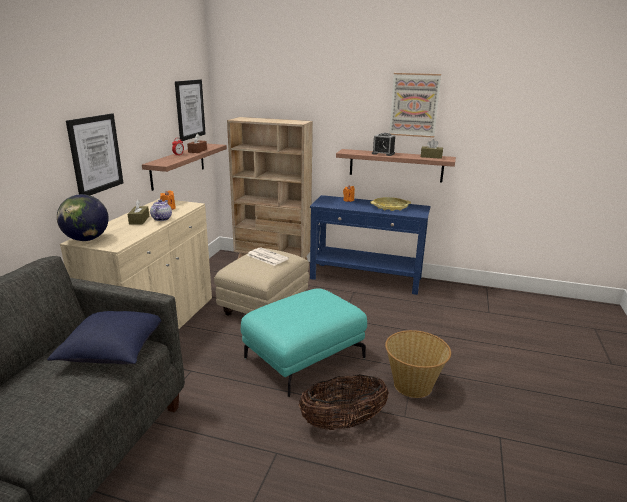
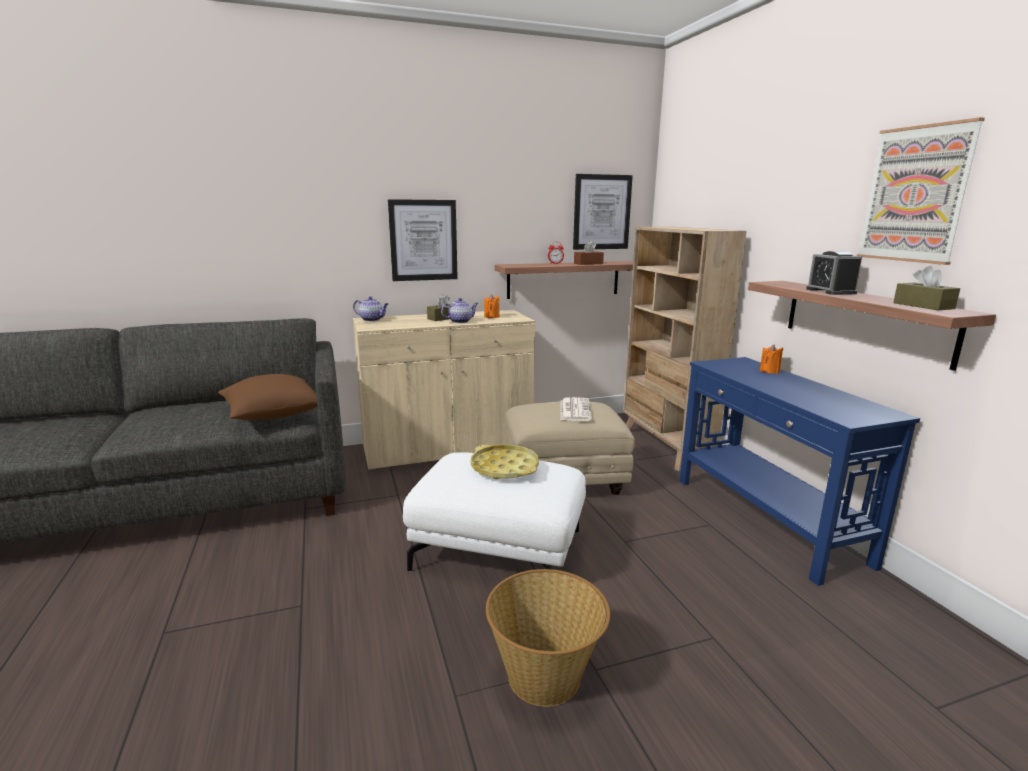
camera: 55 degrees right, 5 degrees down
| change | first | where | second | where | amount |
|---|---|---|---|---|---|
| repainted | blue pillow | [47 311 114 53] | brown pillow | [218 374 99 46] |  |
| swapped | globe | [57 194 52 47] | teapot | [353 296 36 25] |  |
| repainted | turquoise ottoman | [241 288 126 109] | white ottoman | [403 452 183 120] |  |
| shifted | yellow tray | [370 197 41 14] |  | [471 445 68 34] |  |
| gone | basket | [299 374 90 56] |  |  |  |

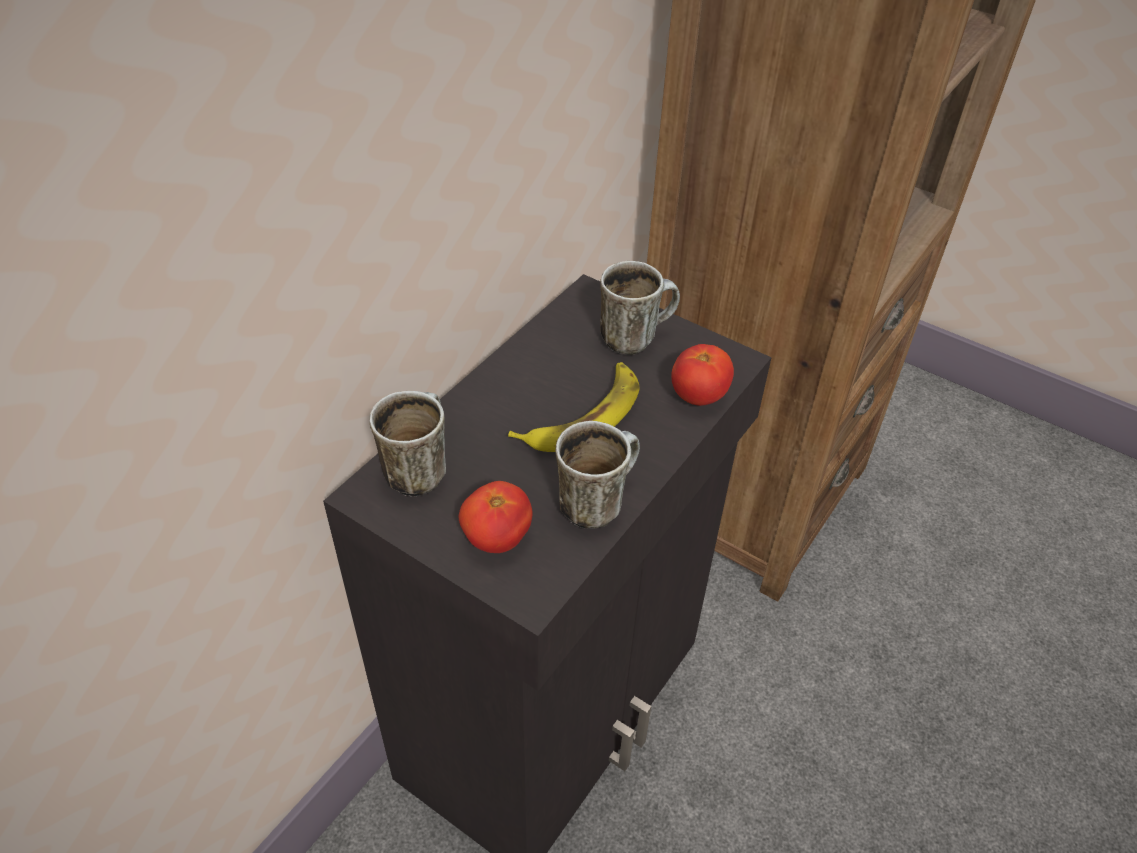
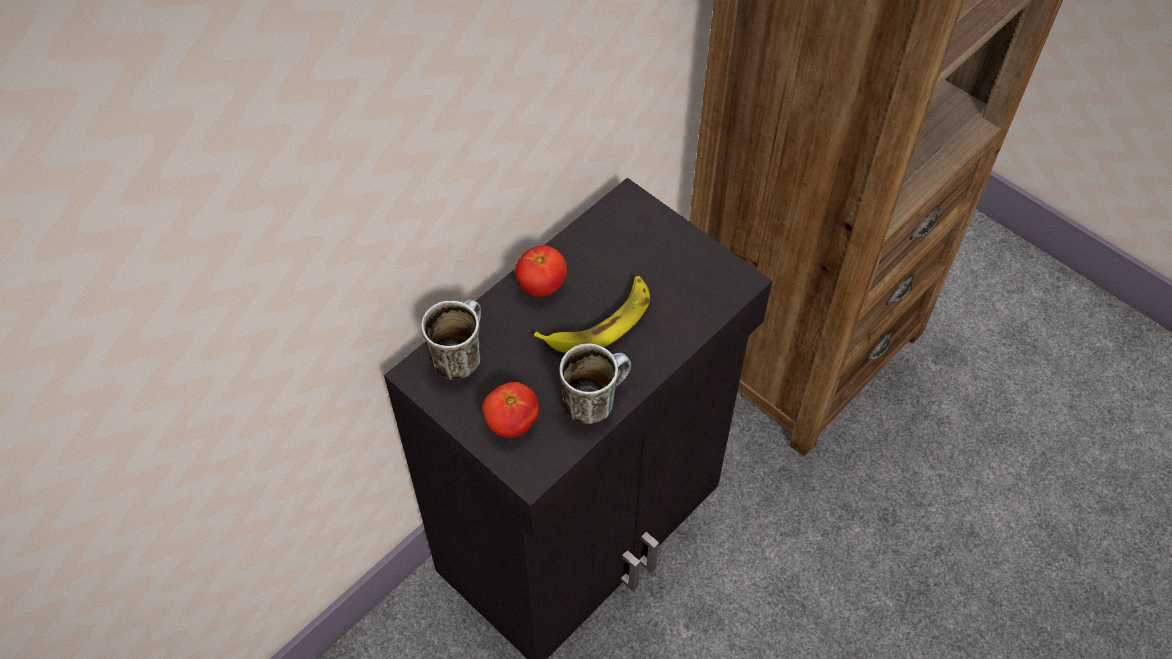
camera: 10 degrees right, 10 degrees up
| change | first | where | second | where | amount |
|---|---|---|---|---|---|
| shifted | tomato | [671 344 63 62] |  | [515 245 52 52] |  |
| gone | mug | [600 261 80 94] |  |  |  |

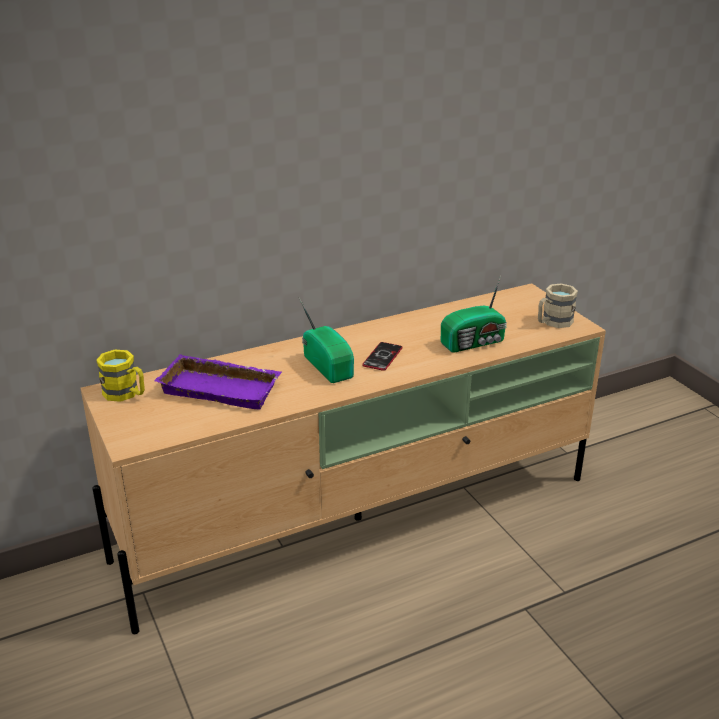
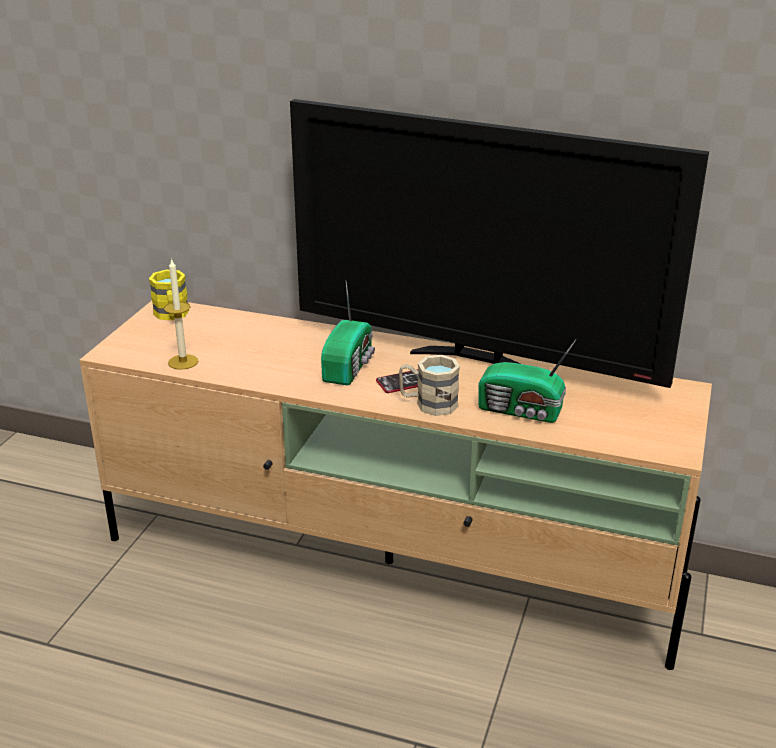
camera: 45 degrees right, 0 degrees up
| change | first | where | second | where | amount |
|---|---|---|---|---|---|
| new |  |  | candle | [164 258 34 112] |  |
| new |  |  | television | [290 99 419 289] |  |
| shifted | beige mug | [538 283 40 45] |  | [399 355 61 61] |  |
| gone | purple tray | [154 355 128 55] |  |  |  |

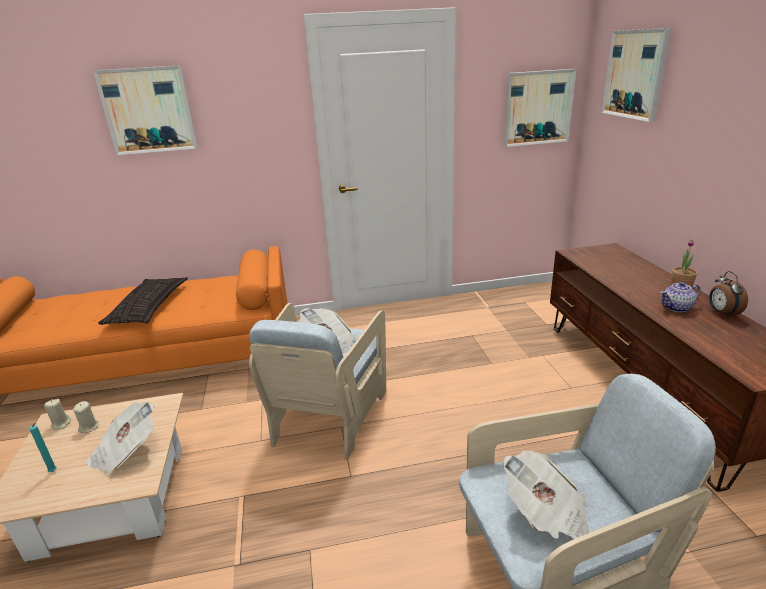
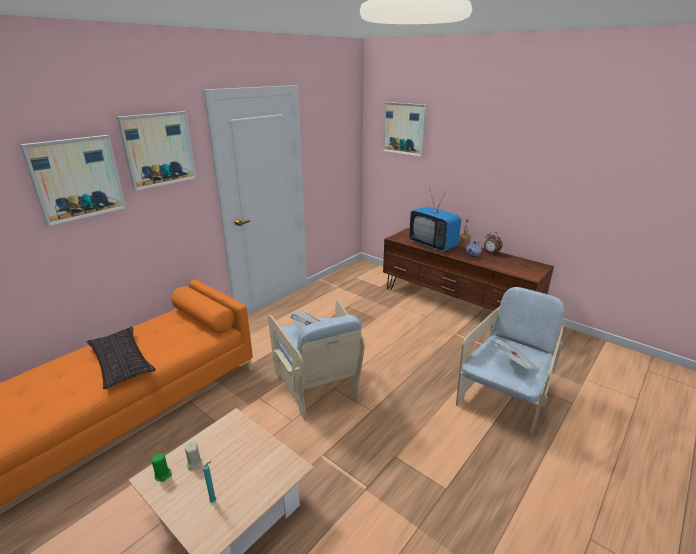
camera: 40 degrees left, 0 degrees up
| change | first | where | second | where | amount |
|---|---|---|---|---|---|
| shifted | picture | [504 69 72 78] |  | [117 111 80 80] |  |
| repainted | beige candle | [44 399 27 31] | green candle | [151 453 21 28] |  |
| new |  |  | television | [409 187 52 65] |  |
| gone | newspaper | [86 402 69 72] |  |  |  |

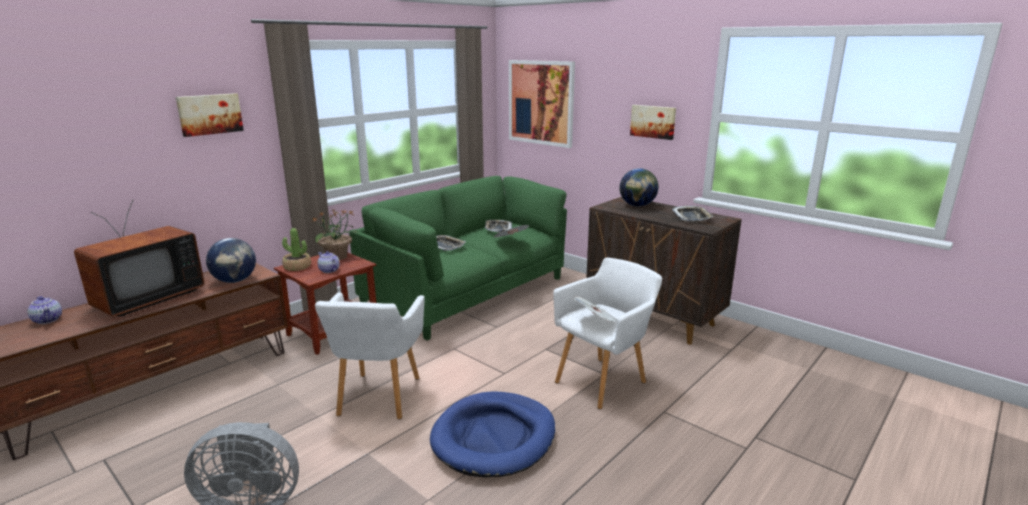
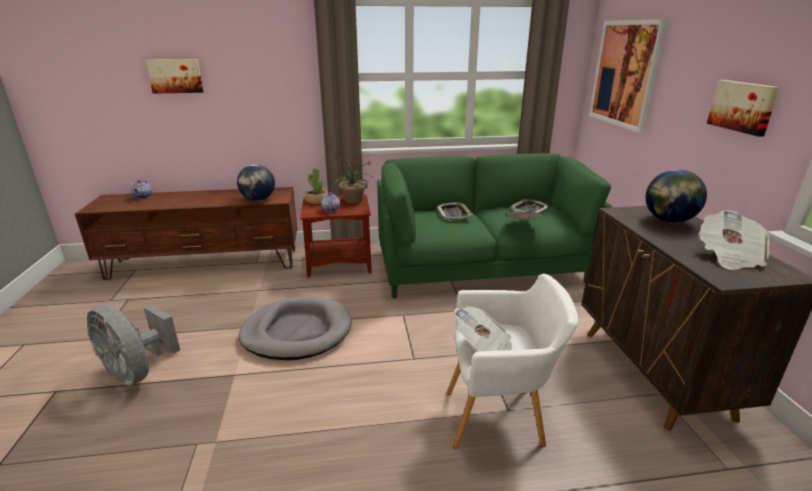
camera: 40 degrees right, 5 degrees up
| change | first | where | second | where | amount |
|---|---|---|---|---|---|
| shifted | picture | [176 93 68 44] |  | [145 59 59 35] |  |
| swapped | white armchair | [315 292 110 127] | grey dog bed | [239 296 113 64] |  |
| swapped | tray | [672 206 42 15] | newspaper | [698 210 72 60] |  |
| gone | television | [74 199 131 118] |  |  |  |
| gone | blue dog bed | [430 391 125 86] |  |  |  |

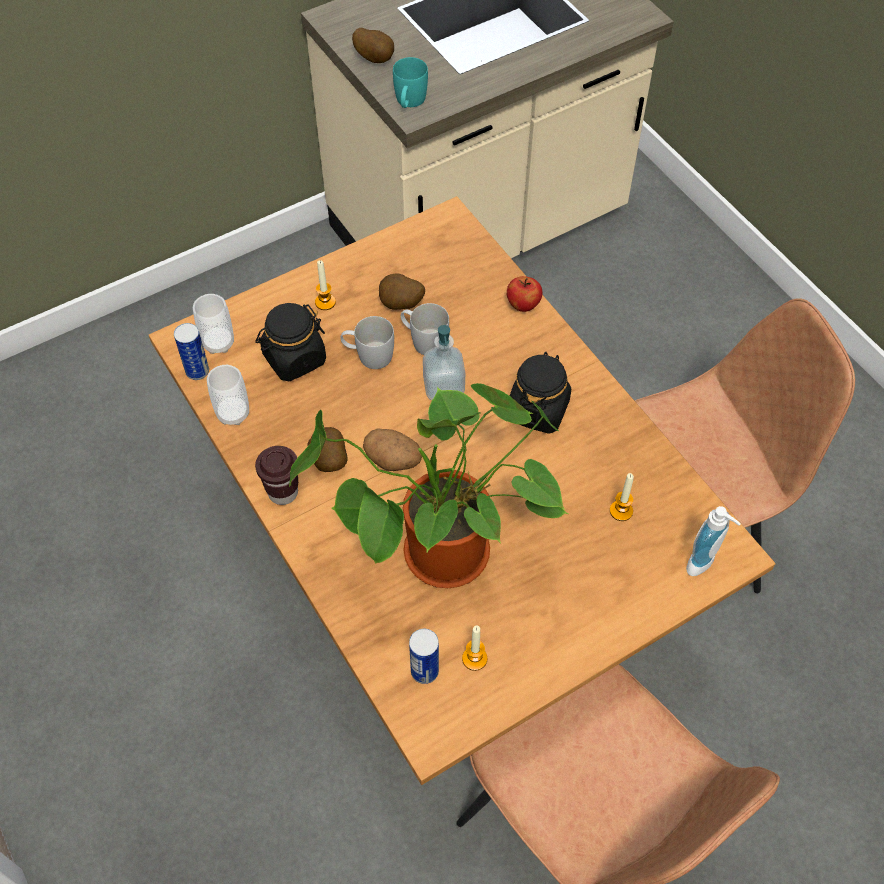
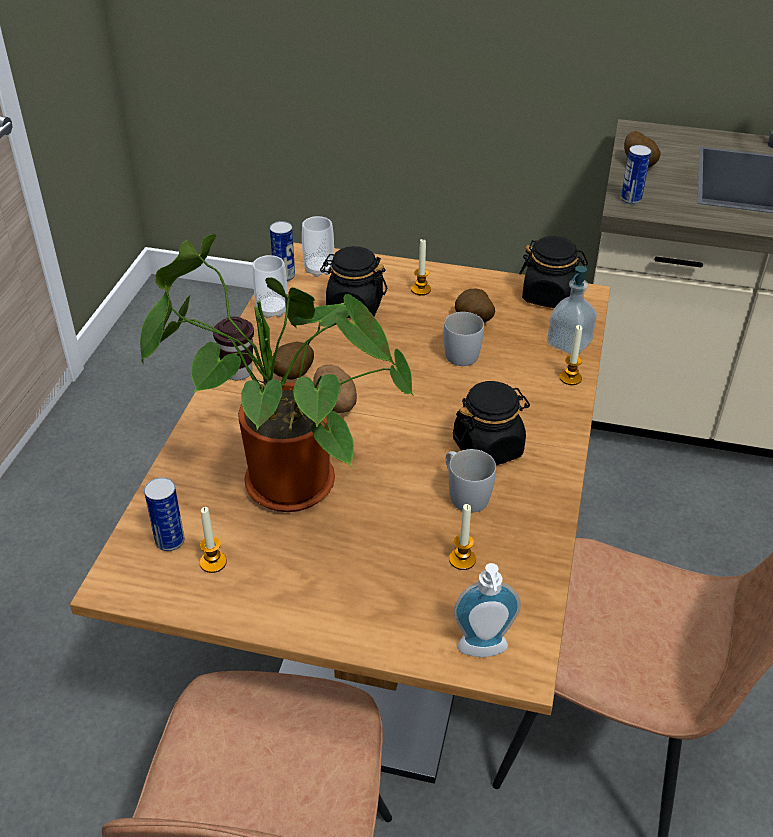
camera: 45 degrees right, 15 degrees down
| change | first | where | second | where | amount |
|---|---|---|---|---|---|
| shifted | white mug | [341 316 53 53] |  | [446 449 50 64] |  |
| new |  |  | black jar | [519 236 69 72] |  |
| shifted | soap dispenser | [423 325 42 75] |  | [547 266 50 88] |  |
| swapped | apple | [507 276 36 36] | candle | [560 325 22 60] |  |
| swapped | turquoise mug | [393 57 35 51] | can | [621 145 30 60] |  |

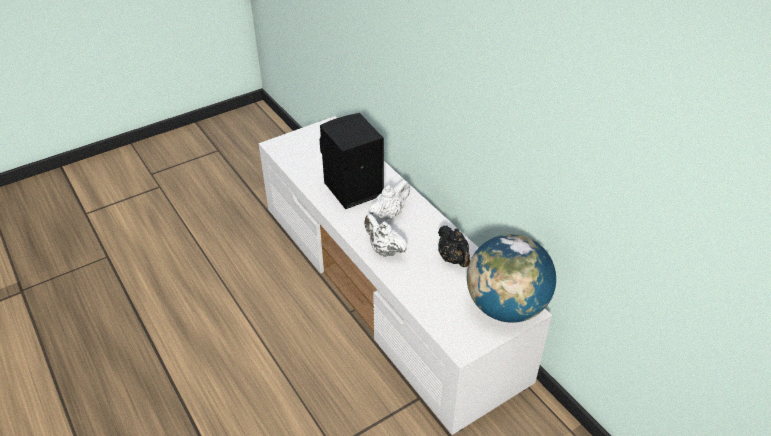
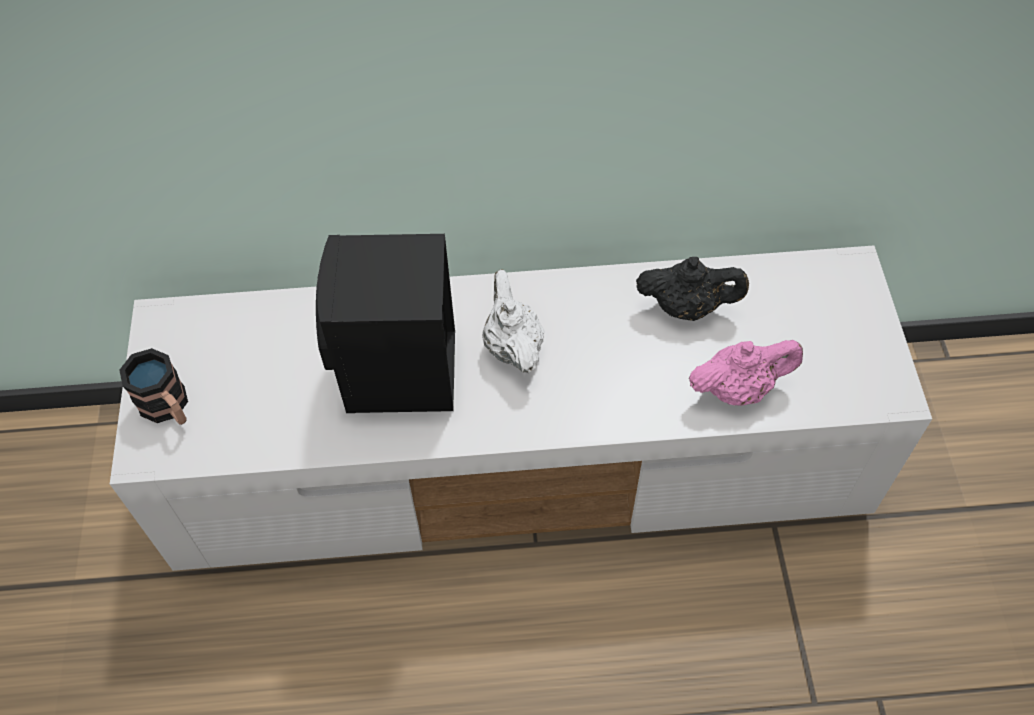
camera: 60 degrees left, 15 degrees up
| change | first | where | second | where | amount |
|---|---|---|---|---|---|
| new |  |  | mug | [119 348 69 77] |  |
| new |  |  | pink teapot | [689 340 114 66] |  |
| gone | white teapot | [364 214 44 43] |  |  |  |
| gone | globe | [467 234 89 89] |  |  |  |

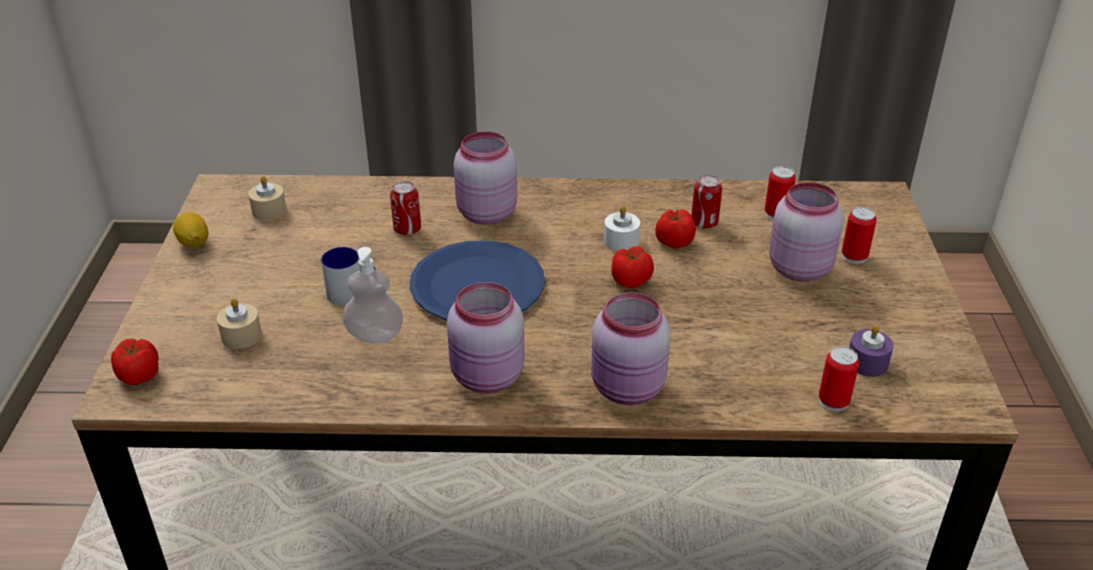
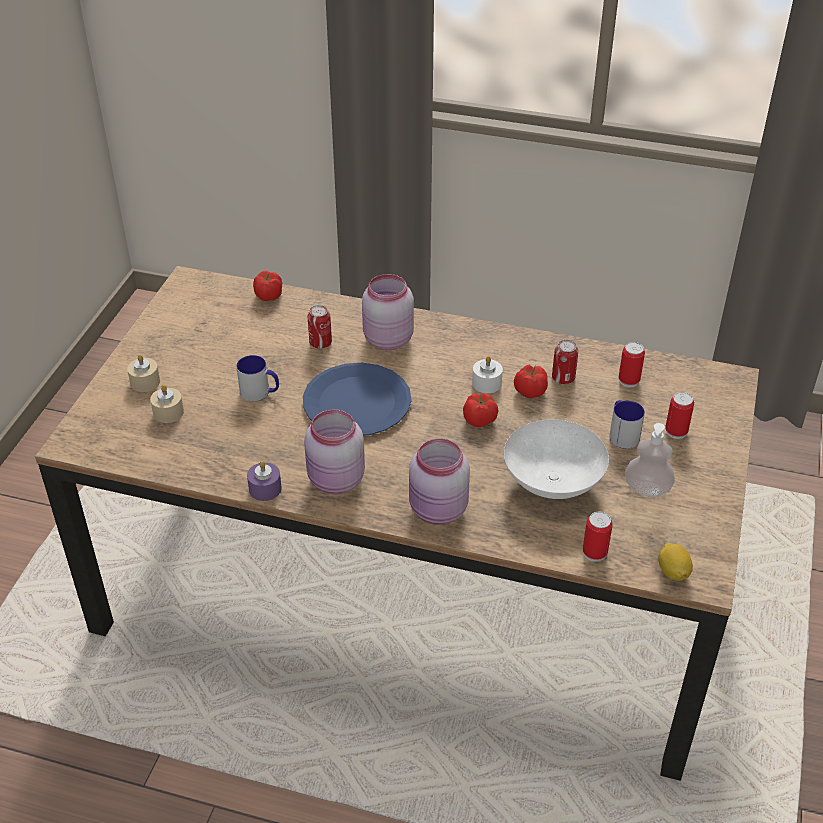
camera: 15 degrees right, 5 degrees up
| change | first | where | second | where | amount |
|---|---|---|---|---|---|
| shifted | beige candle | [248 176 39 45] |  | [127 355 33 37] |  |
| shifted | purple candle | [849 325 45 52] |  | [247 461 35 40] |  |
| shifted | tomato | [111 339 48 46] |  | [253 271 29 30] |  |
| new |  |  | white bowl | [504 419 105 80] |  |
| swapped | pink jar | [769 182 75 100] | mug | [609 400 36 49] |  |
| shifted | soap dispenser | [343 247 60 96] |  | [625 423 50 74] |  |
| shifted | lemon | [173 213 35 35] |  | [658 543 35 38] |  |

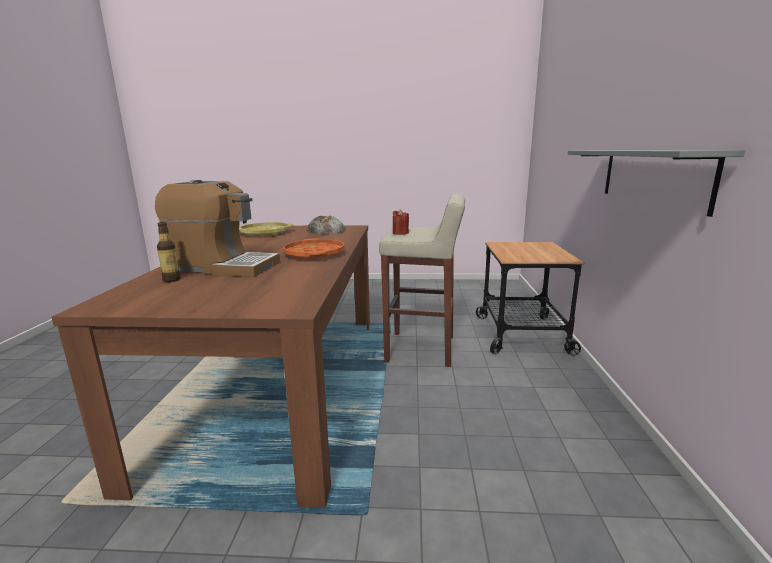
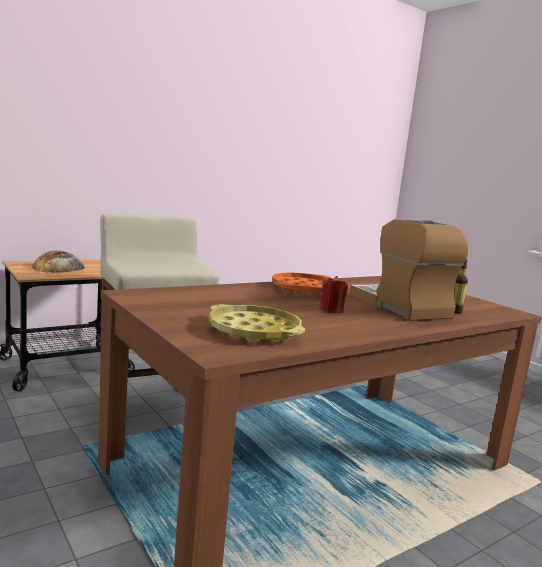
camera: 130 degrees left, 5 degrees down
| change | first | where | second | where | amount |
|---|---|---|---|---|---|
| shifted | bread | [306 216 40 19] |  | [32 251 53 22] |  |
| shifted | red candle | [393 210 16 25] |  | [320 276 28 37] |  |
| gone | grey shelf | [568 150 178 67] |  |  |  |

